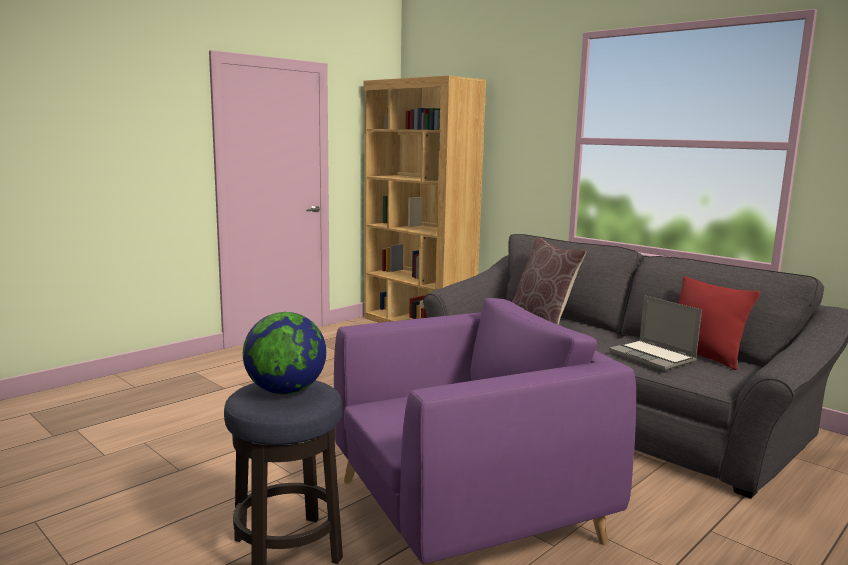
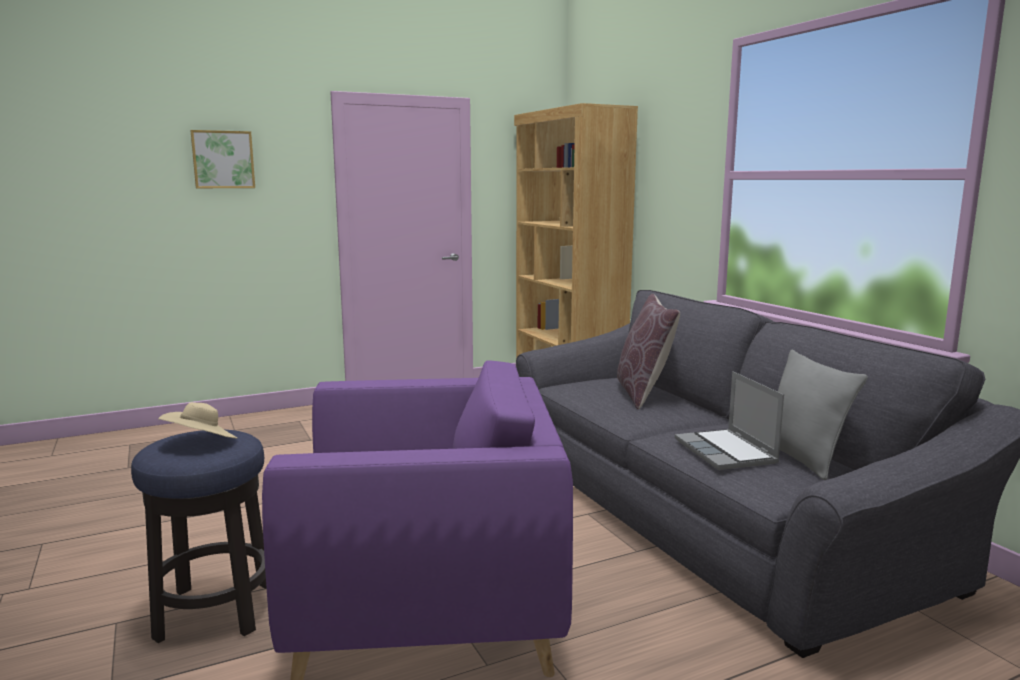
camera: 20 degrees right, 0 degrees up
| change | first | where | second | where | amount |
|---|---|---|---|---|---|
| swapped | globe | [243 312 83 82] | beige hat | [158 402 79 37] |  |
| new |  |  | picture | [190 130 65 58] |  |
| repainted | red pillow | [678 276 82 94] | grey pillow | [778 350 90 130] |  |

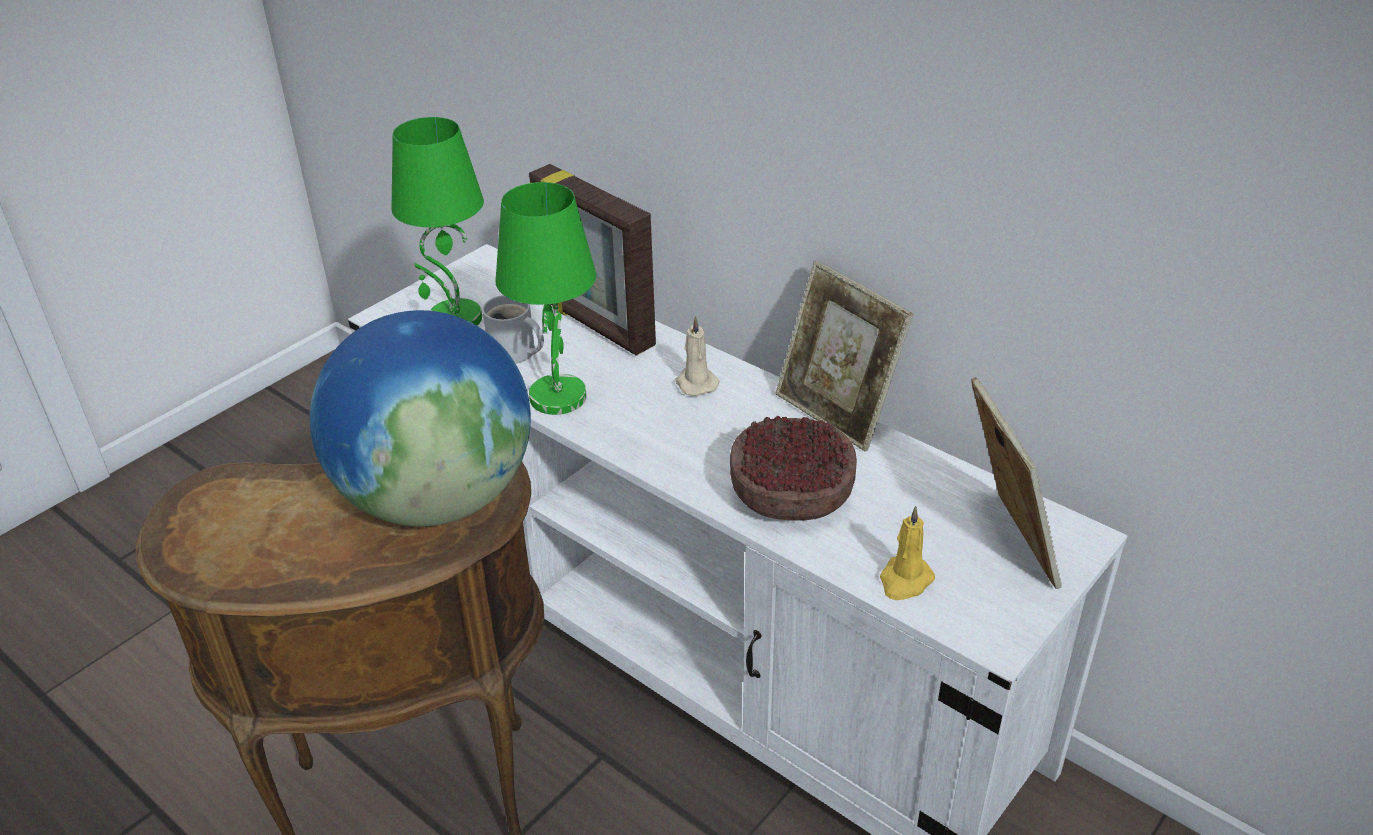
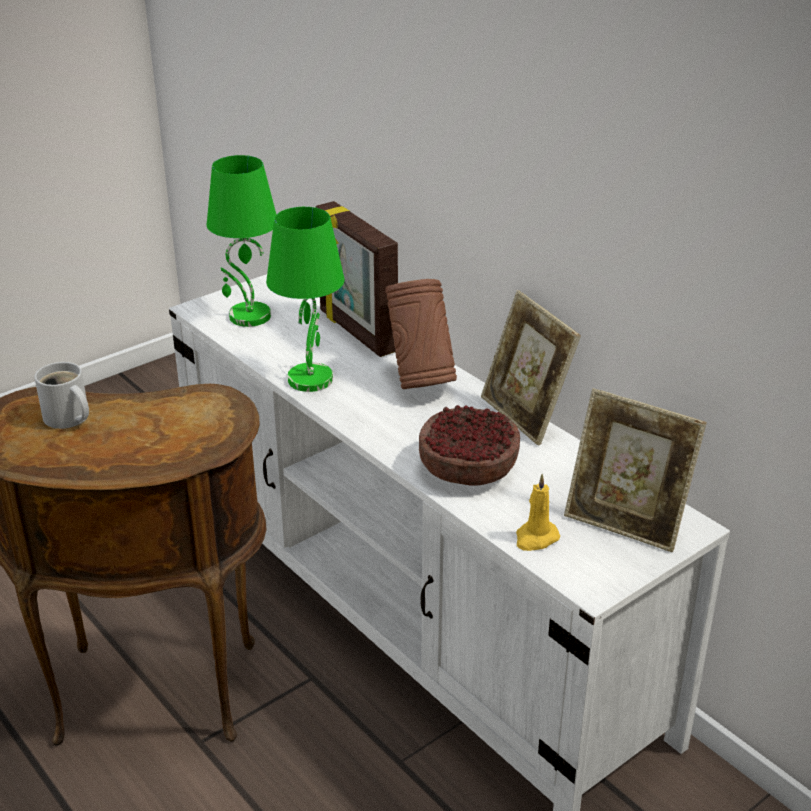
camera: 10 degrees right, 5 degrees down
| change | first | where | second | where | amount |
|---|---|---|---|---|---|
| shifted | white mug | [482 295 62 69] |  | [34 362 55 67] |  |
| swapped | beige candle | [675 316 45 80] | brown vase | [386 279 71 110] |  |
| rotated | picture frame | [971 377 91 212] |  | [564 388 142 164] | 120 degrees clockwise |
| gone | globe | [310 310 221 217] |  |  |  |

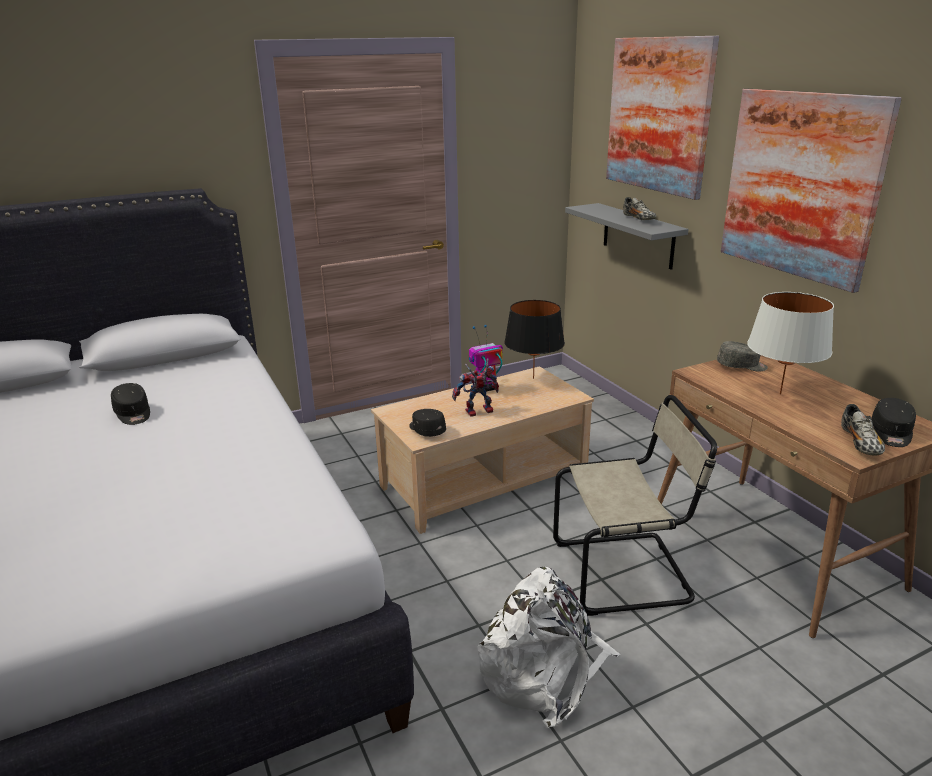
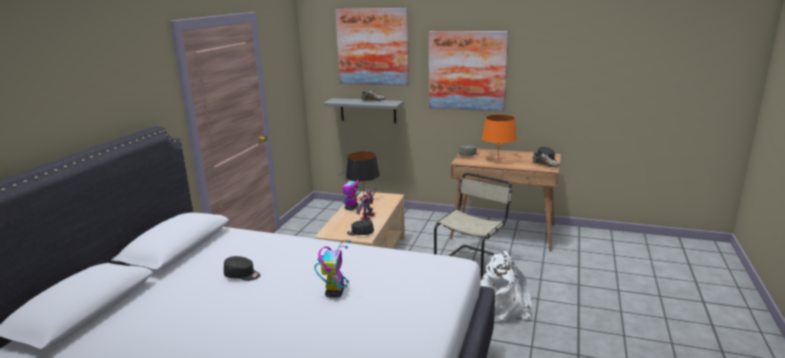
camera: 45 degrees left, 5 degrees down
| change | first | where | second | where | amount |
|---|---|---|---|---|---|
| new |  |  | toy robot | [314 240 37 57] |  |
| repainted | white table lamp | [747 292 87 102] | orange table lamp | [482 115 35 45] |  |

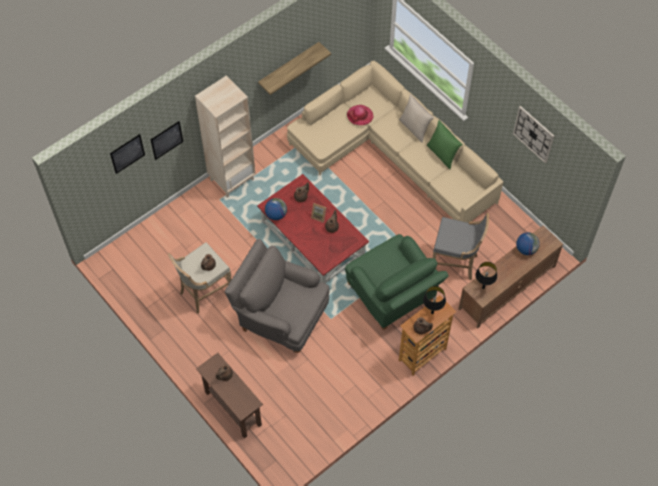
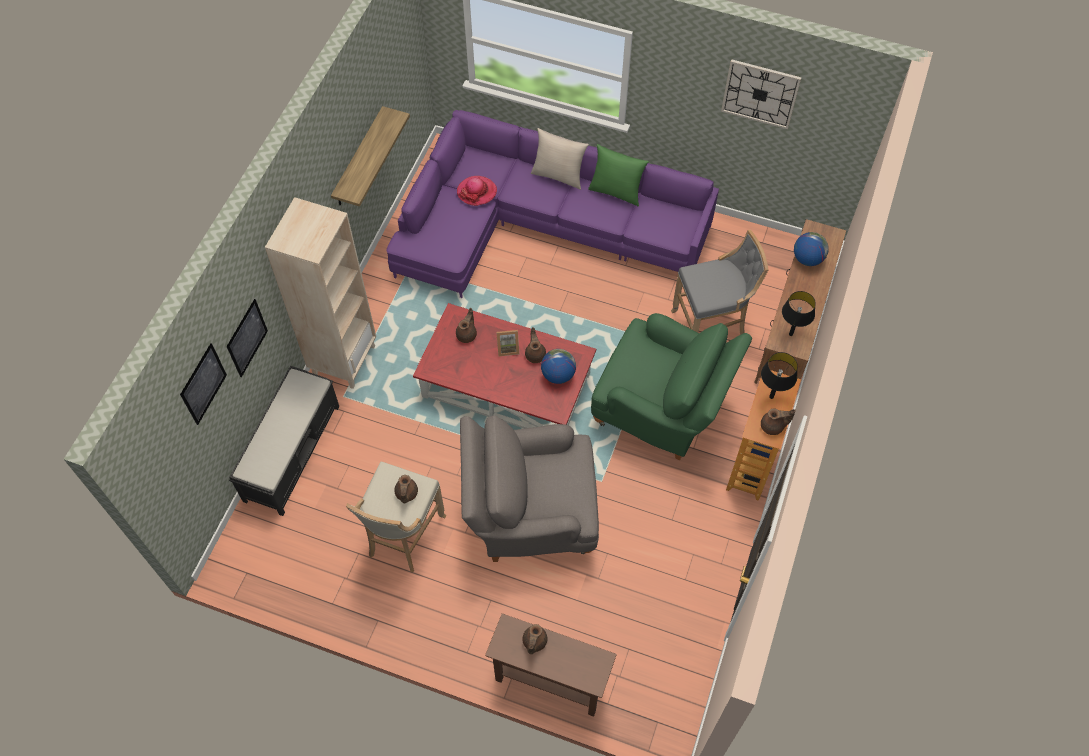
camera: 30 degrees left, 0 degrees up
| change | first | where | second | where | amount |
|---|---|---|---|---|---|
| new |  |  | black bench | [229 366 110 150] |  |
| repainted | beige sofa | [287 61 217 162] | purple sofa | [386 110 333 188] |  |
| shifted | globe | [265 198 22 22] |  | [541 349 35 35] |  |

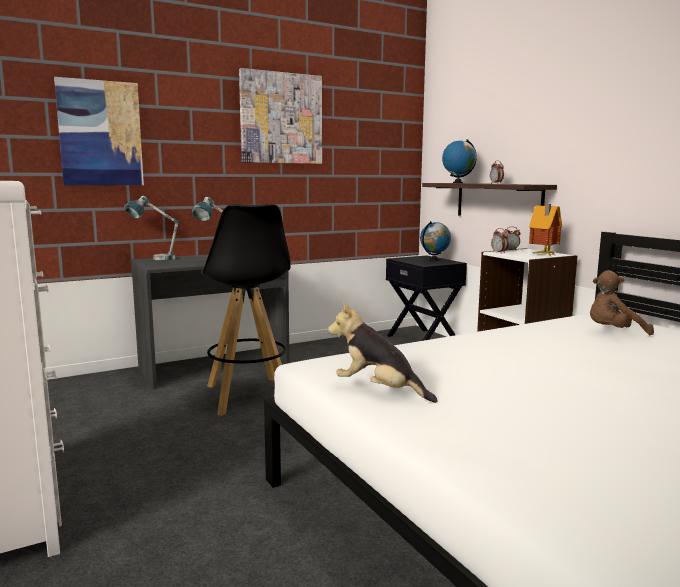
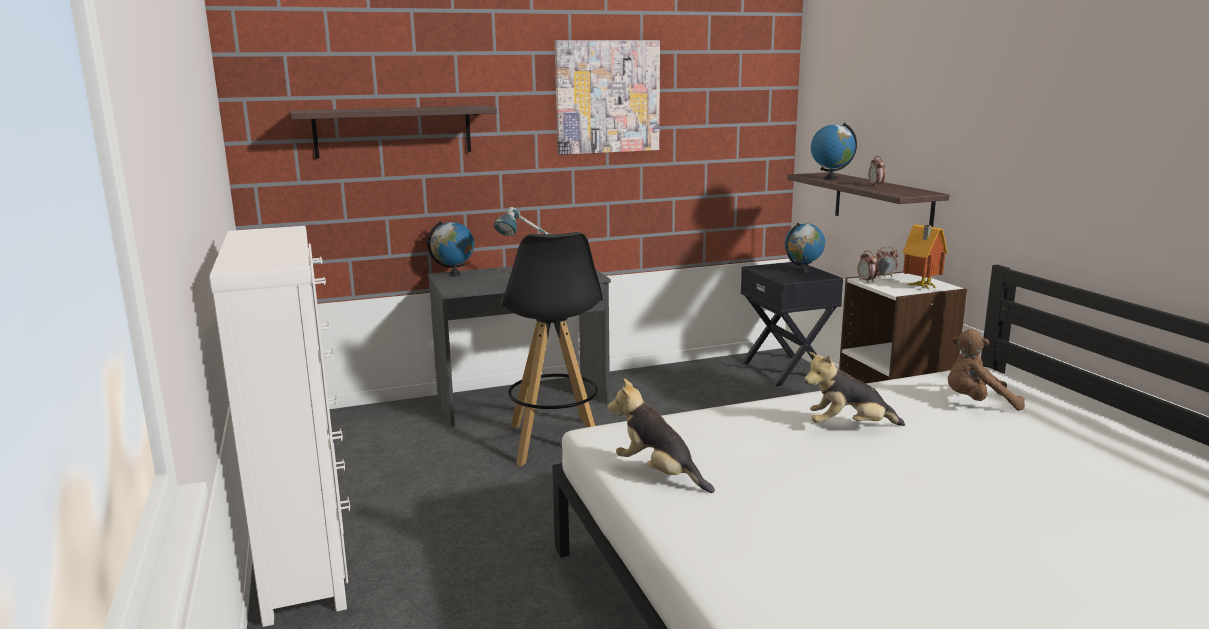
camera: 10 degrees right, 5 degrees up
| change | first | where | second | where | amount |
|---|---|---|---|---|---|
| swapped | picture | [54 77 90 109] | shelf | [291 106 206 53] |  |
| swapped | table lamp | [124 196 55 64] | globe | [427 221 47 55] |  |
| new |  |  | plush toy | [804 352 101 74] |  |

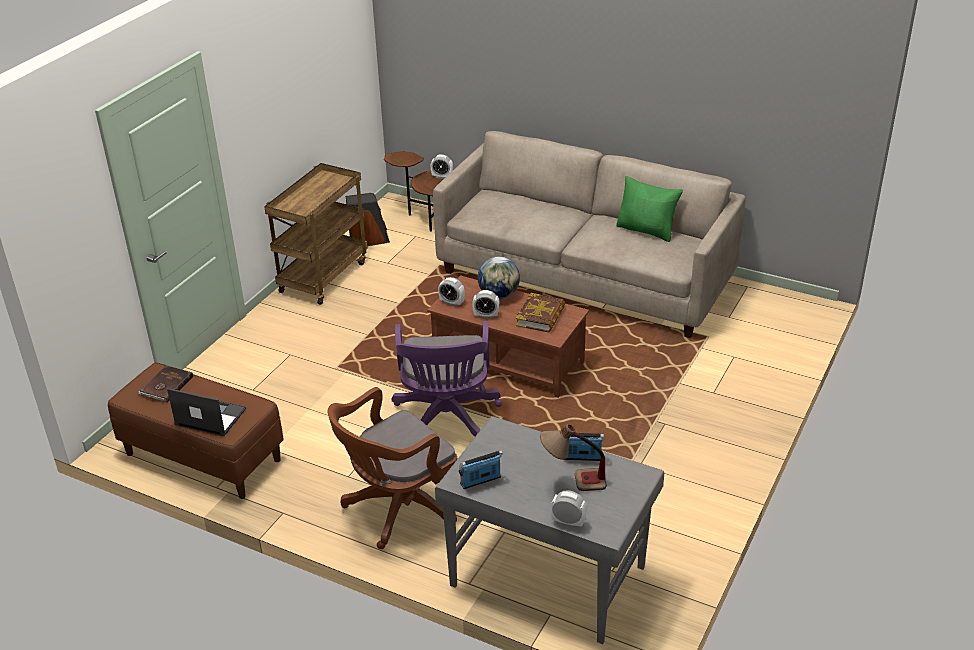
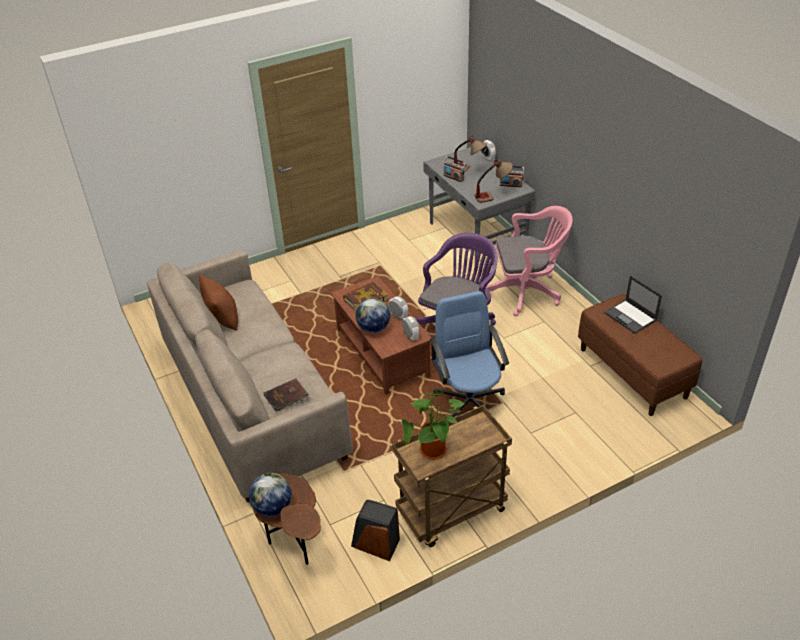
camera: 145 degrees left, 5 degrees up
| change | first | where | second | where | amount |
|---|---|---|---|---|---|
| repainted | green pillow | [616 176 67 66] | brown pillow | [199 274 39 57] |  |
| swapped | alarm clock | [431 155 22 24] | globe | [249 473 43 43] |  |
| shifted | brown book | [138 365 55 38] |  | [264 378 46 34] |  |
| new |  |  | potted plant | [402 390 62 70] |  |
| new |  |  | blue office chair | [430 291 79 127] |  |
| new |  |  | table lamp | [474 159 39 44] |  |
| repainted | brown office chair | [328 387 129 162] | pink office chair | [486 206 87 110] |  |

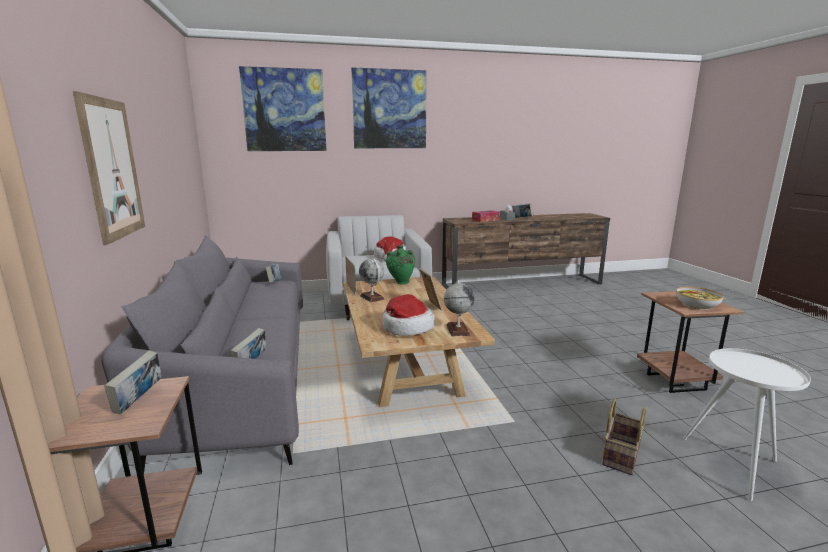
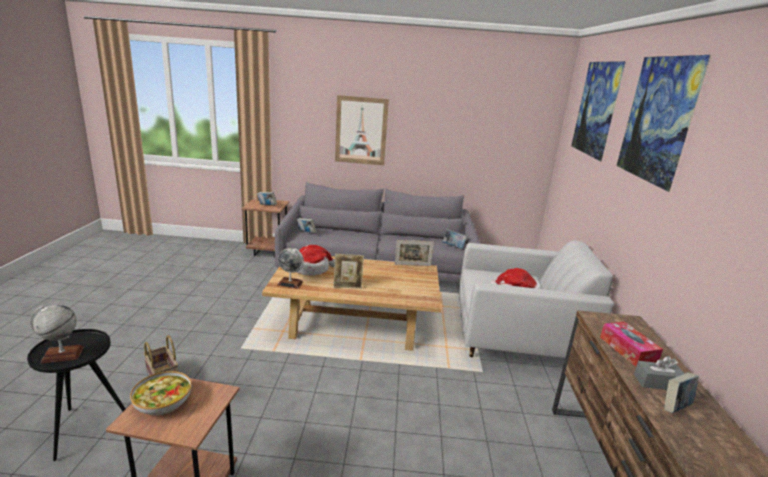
camera: 105 degrees right, 5 degrees up
| change | first | where | second | where | amount |
|---|---|---|---|---|---|
| repainted | white side table | [683 348 128 153] | black side table | [27 329 99 132] |  |
| shifted | globe | [359 259 26 43] |  | [30 305 54 59] |  |
| gone | green vase | [386 245 29 39] |  |  |  |

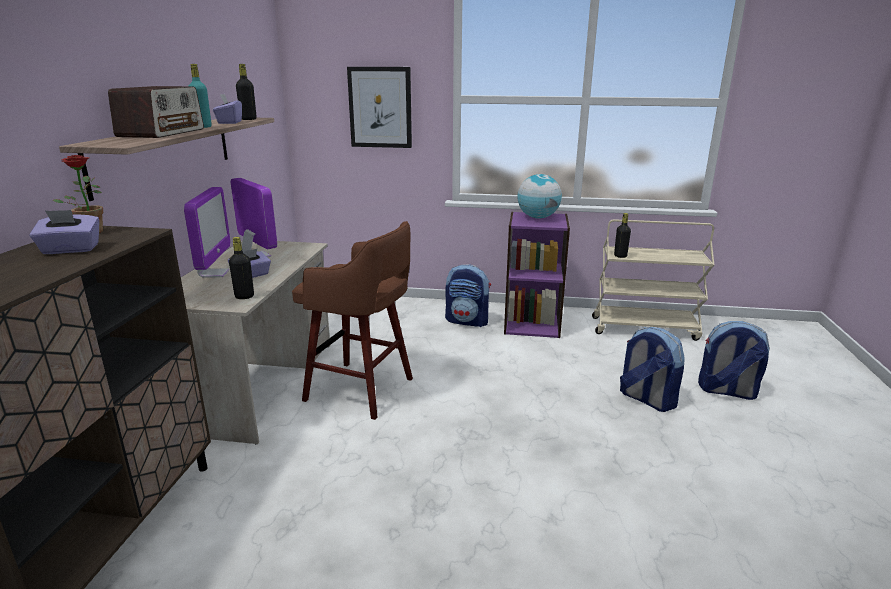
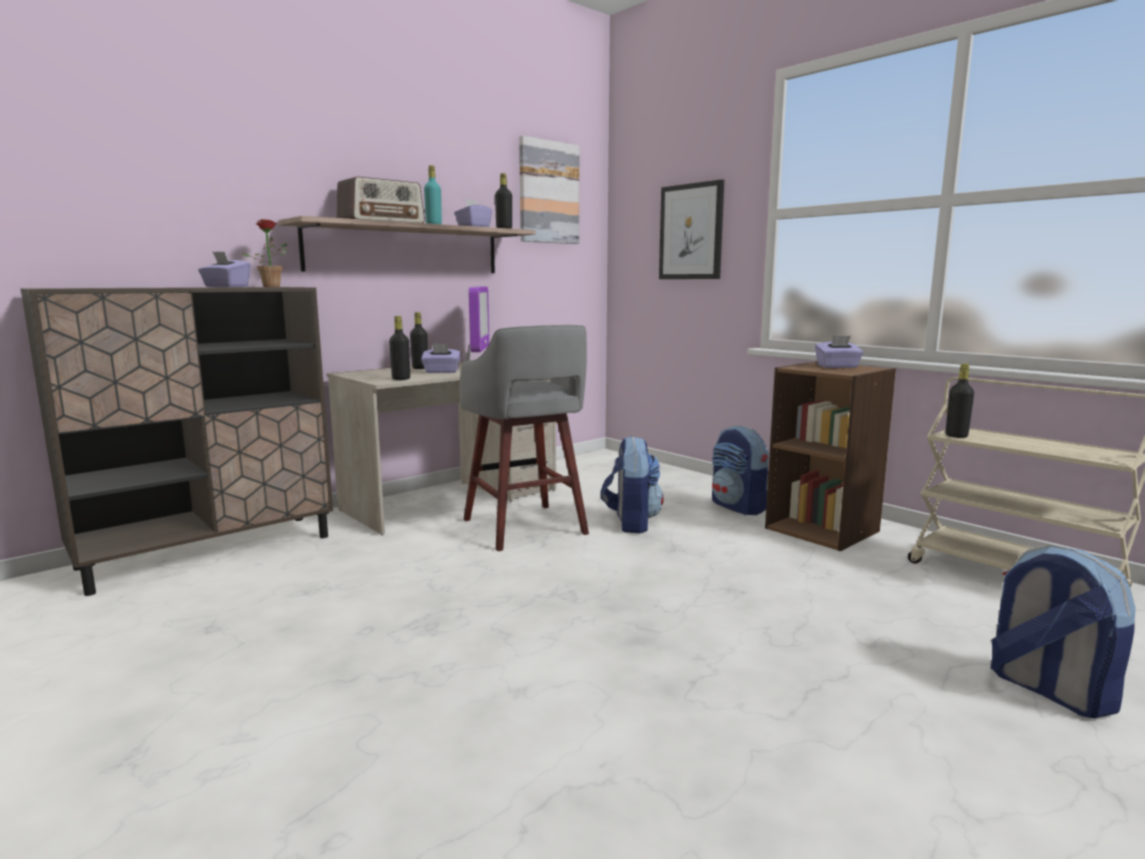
camera: 40 degrees right, 10 degrees down
| change | first | where | second | where | amount |
|---|---|---|---|---|---|
| swapped | monitor | [184 187 46 91] | black bottle | [410 312 18 57] |  |
| repainted | brown stool | [292 221 121 199] | grey stool | [460 325 129 226] |  |
| new |  |  | picture | [519 136 60 108] |  |
| shifted | backpack | [620 327 65 85] |  | [601 436 63 97] |  |
| repainted | purple bookcase | [504 212 66 126] | brown bookcase | [765 362 131 189] |  |
| swapped | globe | [517 174 45 44] | purple tissue box | [815 335 49 33] |  |

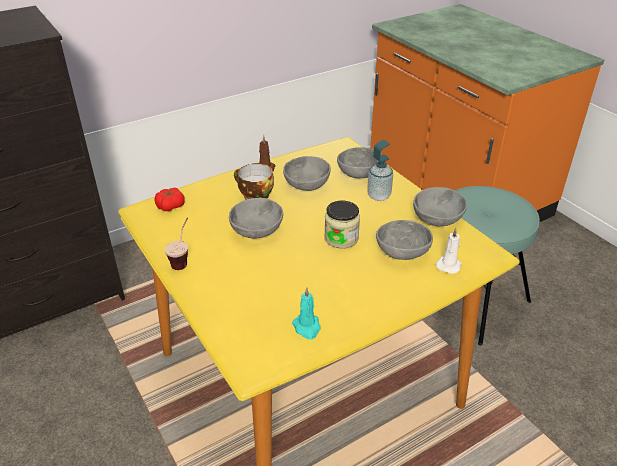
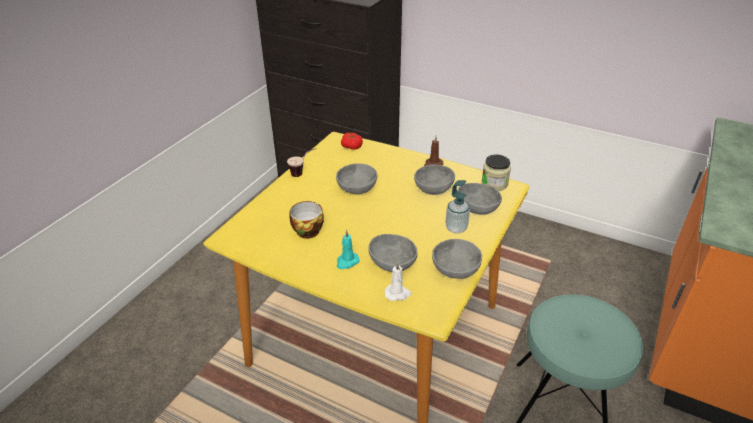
camera: 60 degrees right, 0 degrees up
| change | first | where | second | where | amount |
|---|---|---|---|---|---|
| shifted | cup | [234 163 40 37] |  | [290 201 34 38] |  |
| shifted | turquoise candle | [292 287 28 52] |  | [337 230 23 39] |  |
| shifted | jar | [324 201 36 48] |  | [481 154 30 37] |  |

